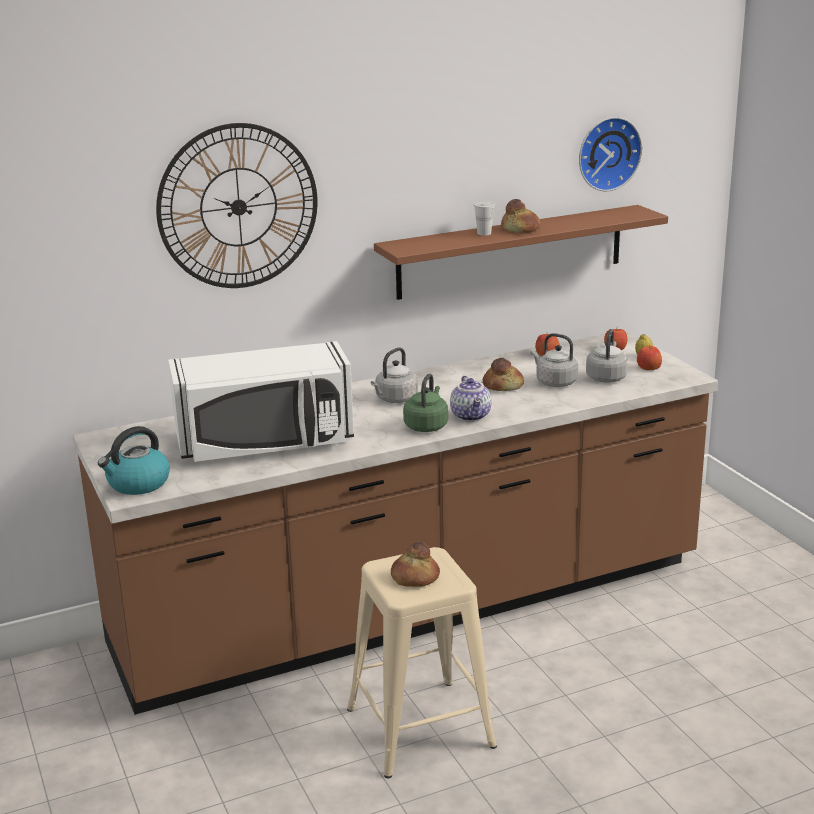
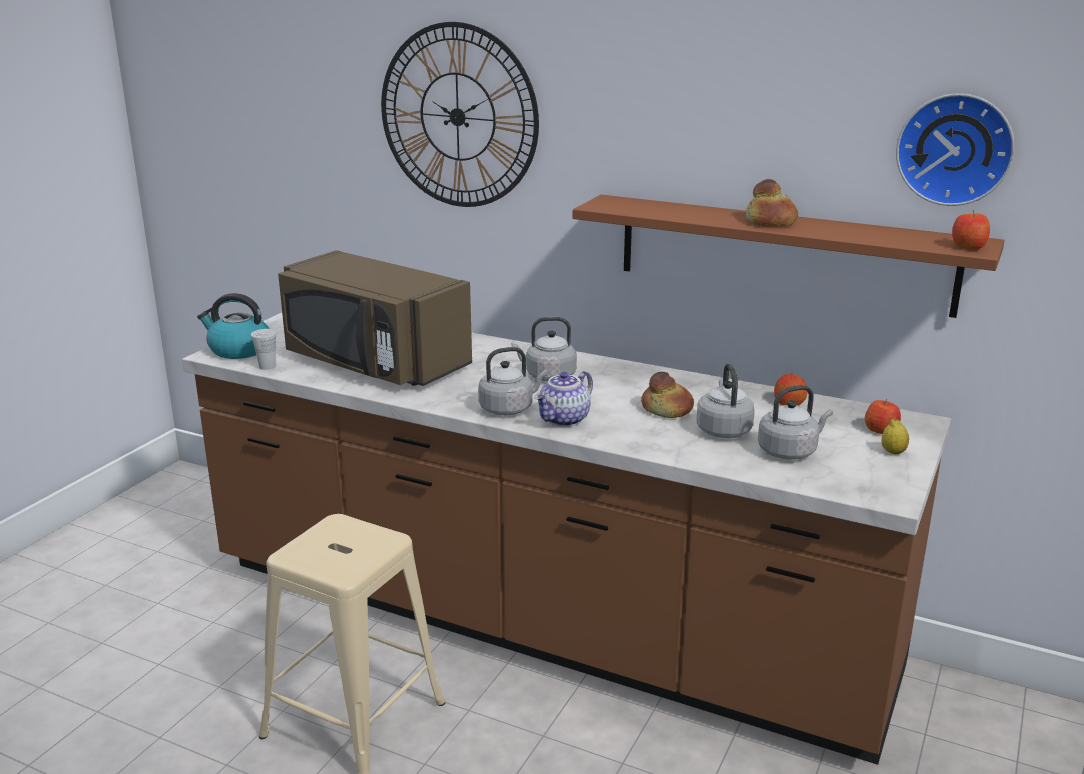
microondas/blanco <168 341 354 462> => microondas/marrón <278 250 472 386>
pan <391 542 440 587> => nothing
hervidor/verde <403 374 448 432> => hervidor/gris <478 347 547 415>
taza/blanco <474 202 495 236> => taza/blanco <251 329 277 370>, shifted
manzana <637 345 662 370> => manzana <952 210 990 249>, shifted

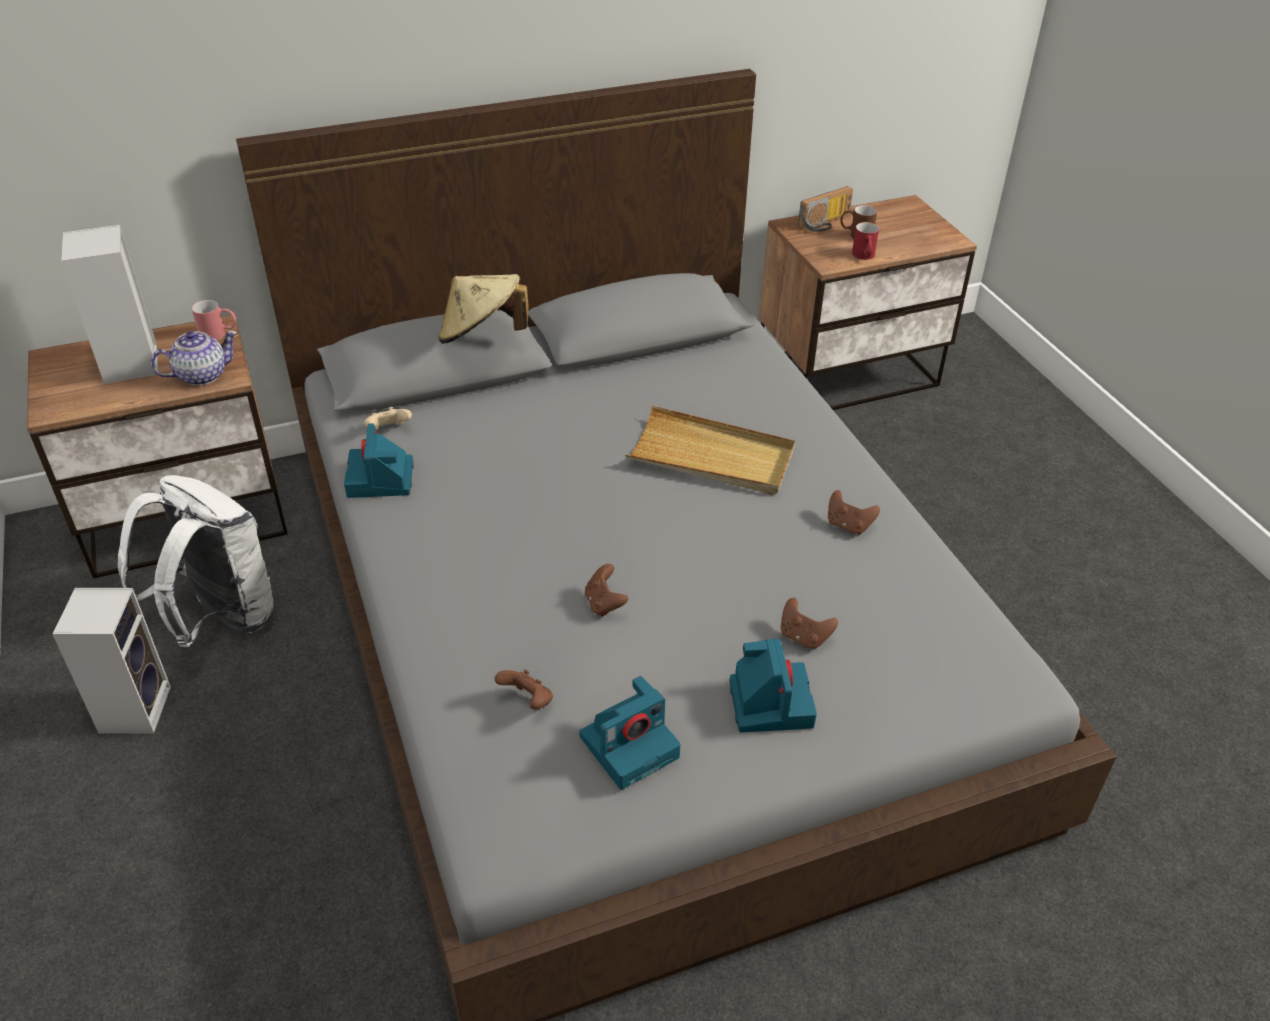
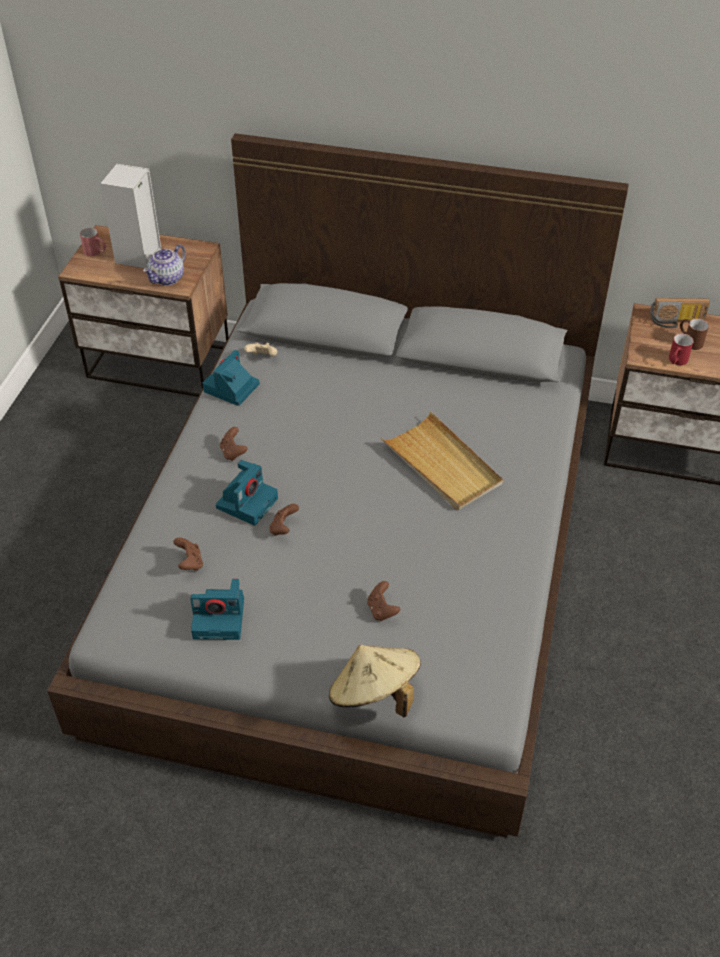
altavoz <52 588 171 734> => nothing
mochila/blanco <118 475 273 647> => nothing
tetera <151 330 238 386> => tetera <143 245 186 286>, 120 degrees clockwise
taza grande/rojo <192 300 236 340> => taza grande/rojo <80 228 106 256>, shifted
sombrero/beis <438 274 528 344> => sombrero/beis <329 644 421 718>, shifted
cámara <729 639 817 732> => cámara <216 460 278 526>, shifted
mando de consola/marrón <828 490 880 535> => mando de consola/marrón <220 427 247 461>, shifted

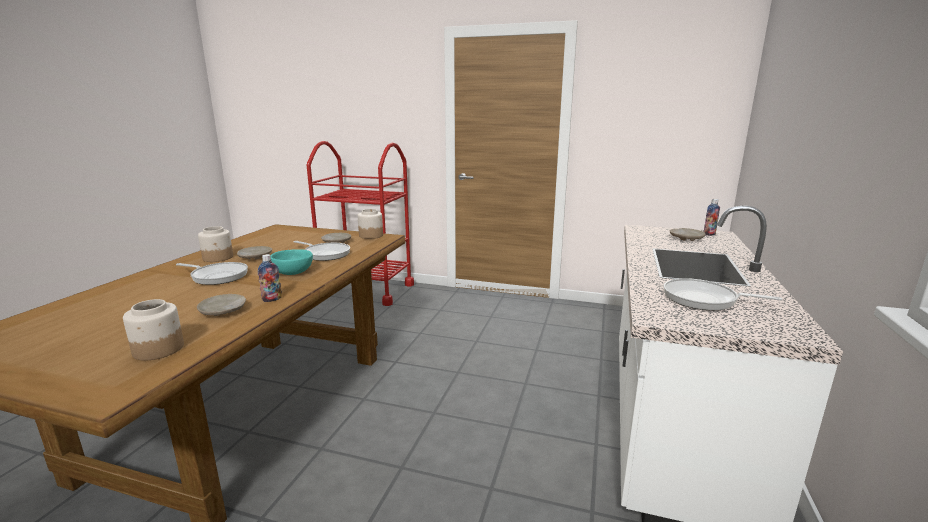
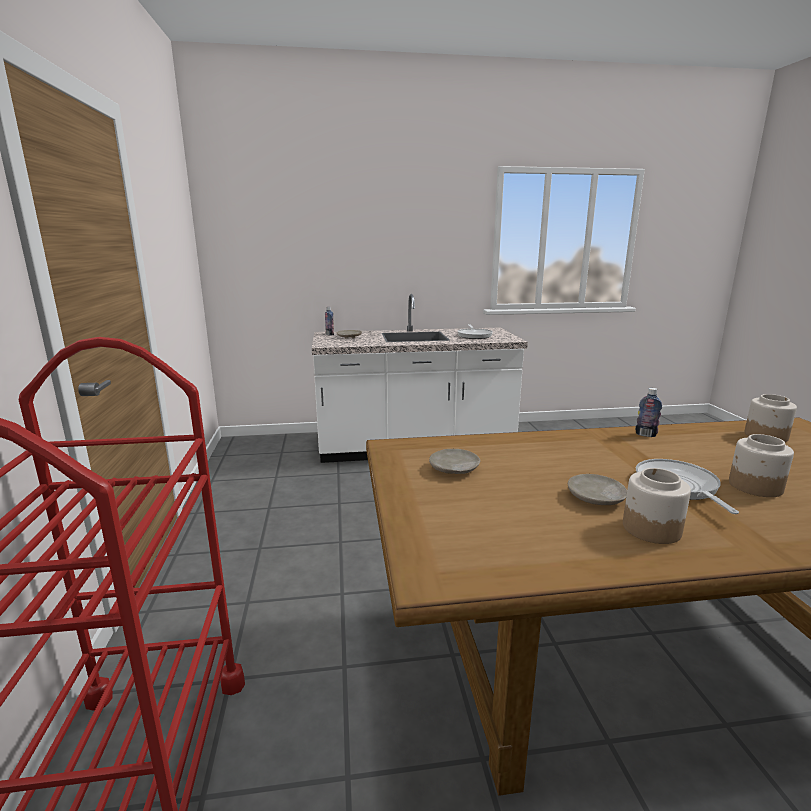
plato/beis <197 294 246 316> => nothing
cuenco/turquesa <270 249 313 275> => nothing
sartén <294 241 350 261> => nothing
tarro <358 209 383 239> => tarro <729 434 794 497>, shifted

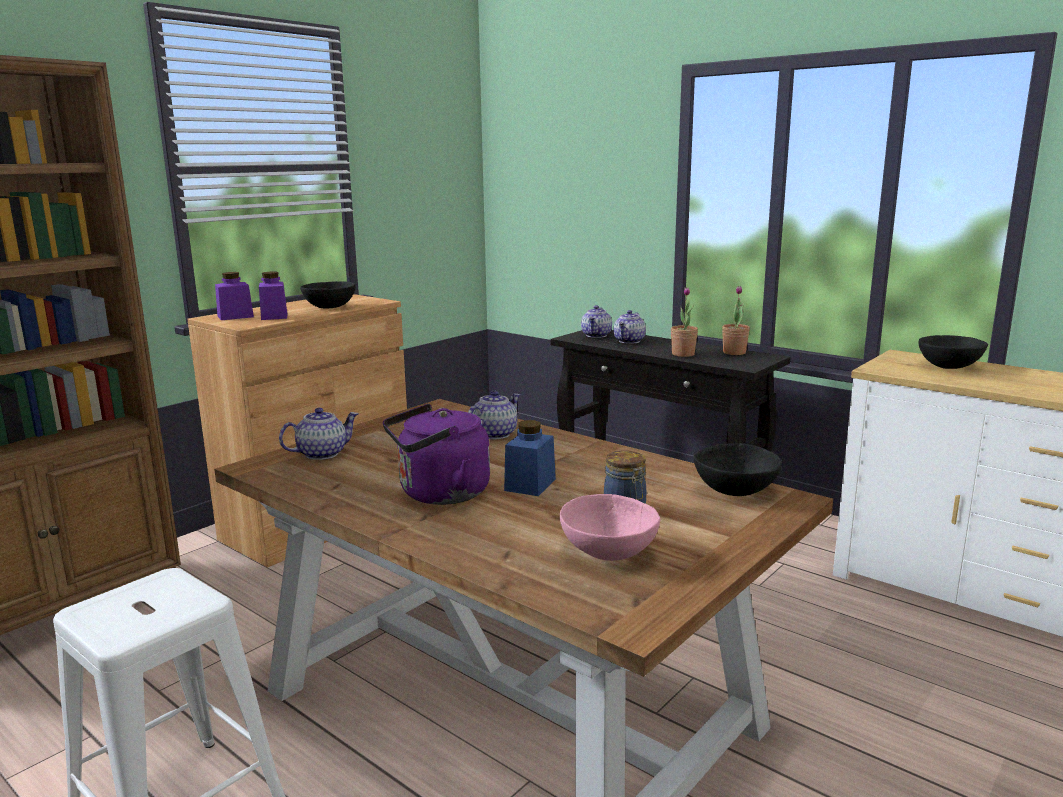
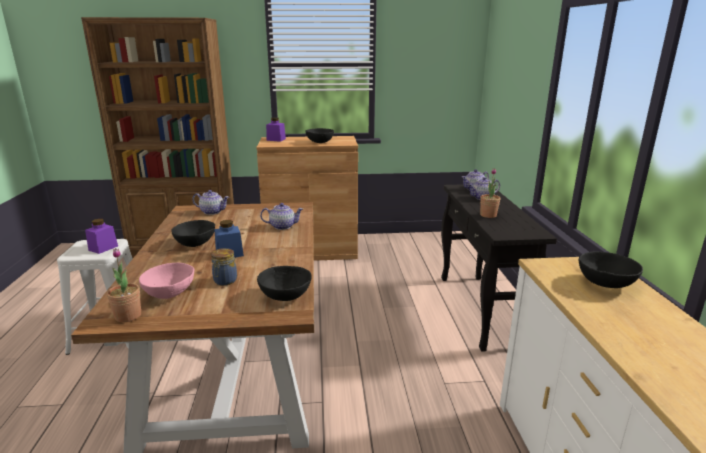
tarro/morado <259 272 287 320> => tarro/morado <85 219 118 254>, shifted
hervidor/morado <383 404 490 505> => cuenco/negro <171 220 215 247>
planta en maceta <722 286 750 355> => planta en maceta <107 248 141 323>, shifted

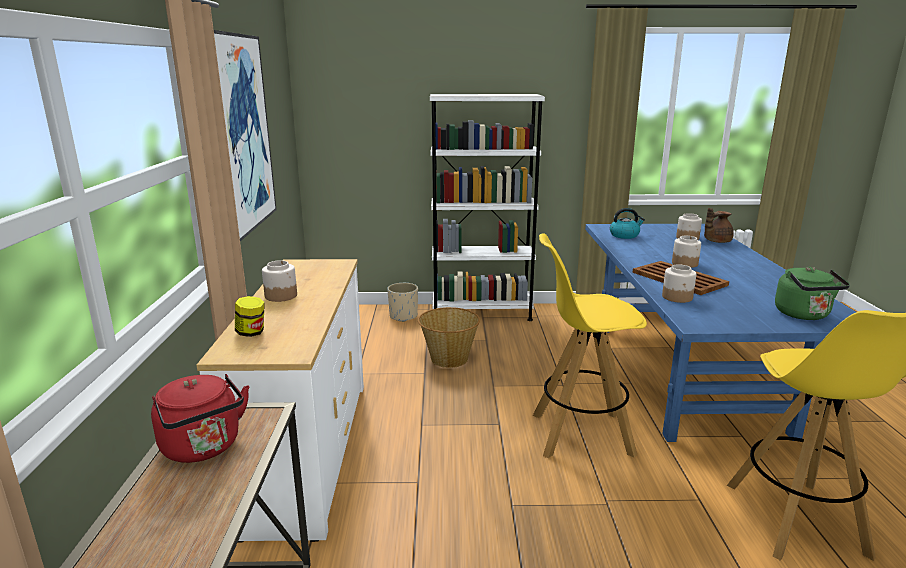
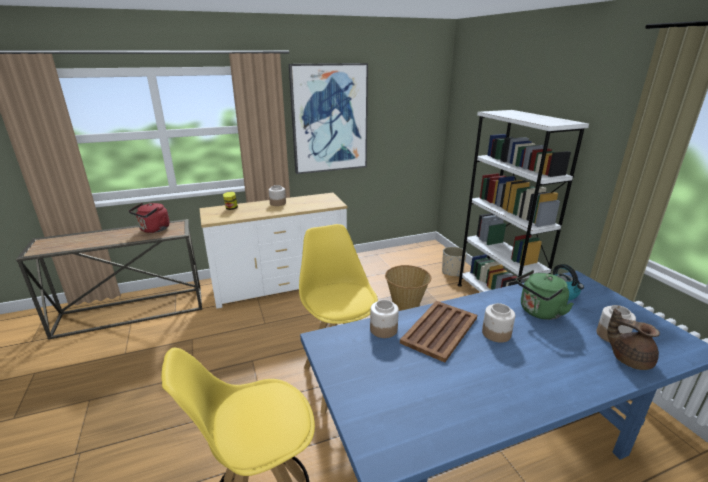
hervidor/verde <775 267 850 320> => hervidor/verde <516 270 573 320>, shifted

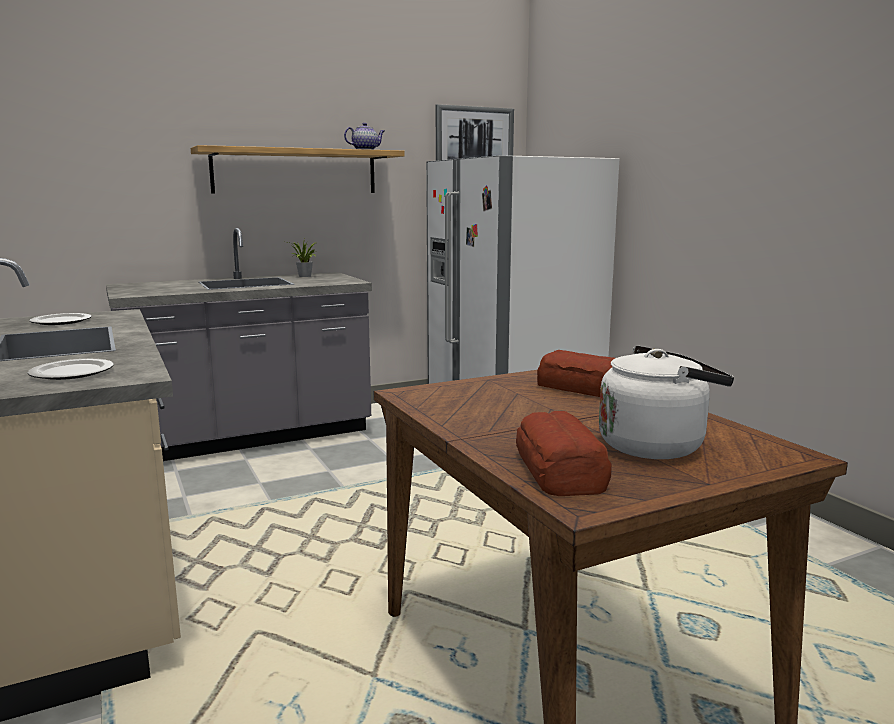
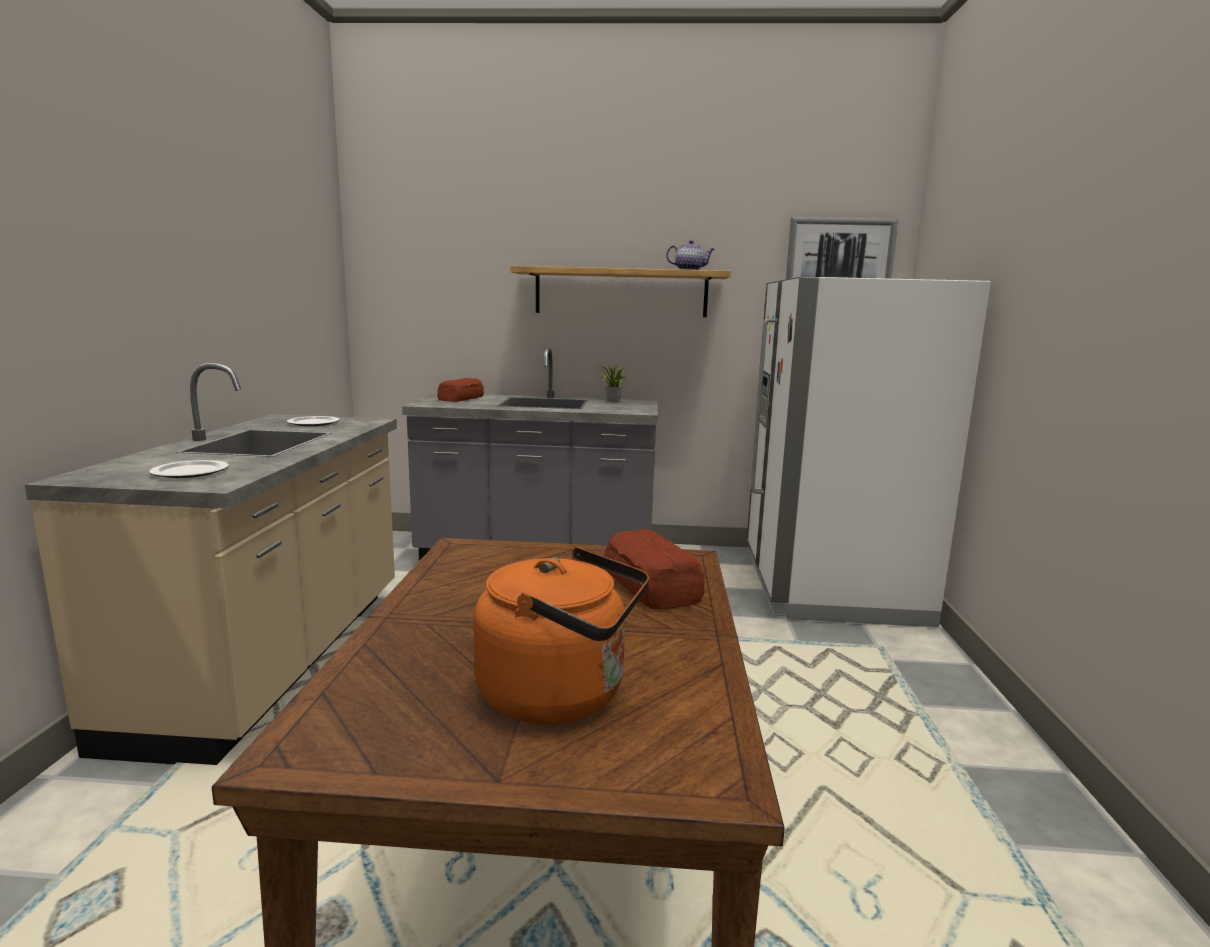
pan <516 411 612 496> => pan <437 378 484 402>, shifted
hervidor/blanco <599 346 734 459> => hervidor/naranja <474 547 649 724>

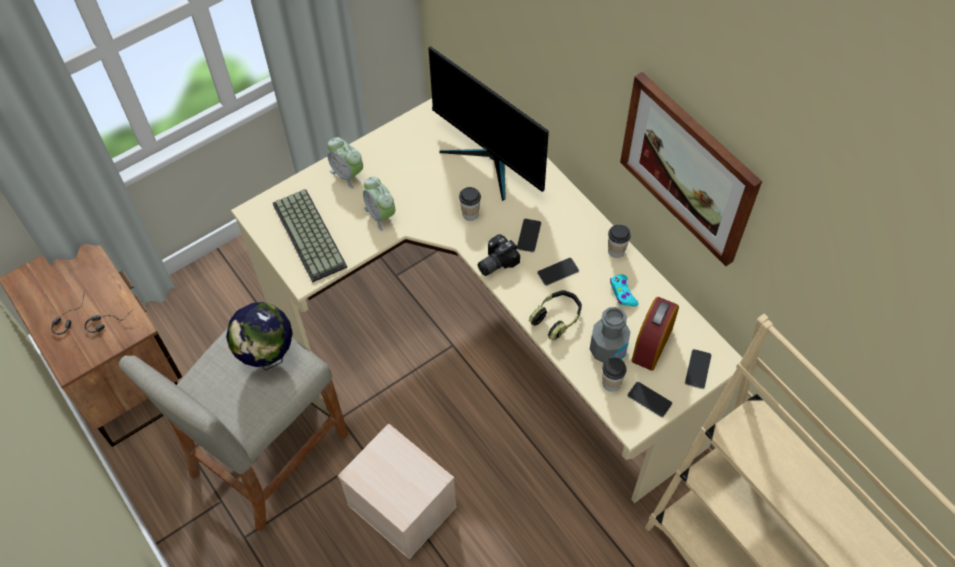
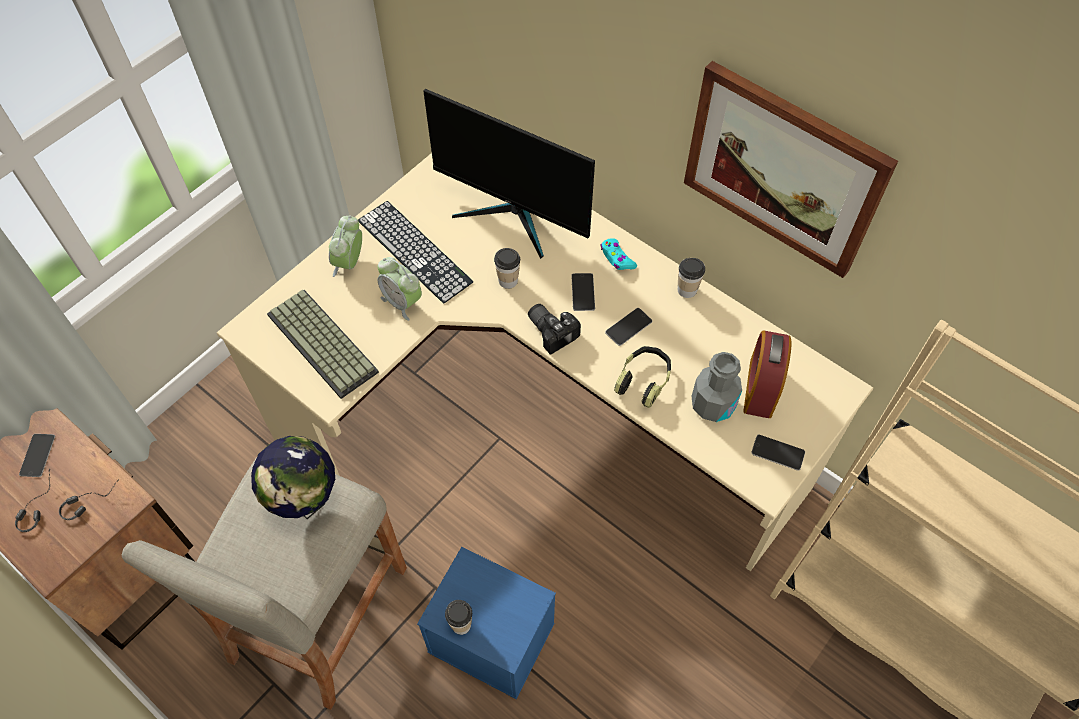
despertador <328 137 363 189> => despertador <329 216 362 277>, 75 degrees clockwise
caja de almacenaje/beis <338 423 457 560> => caja de almacenaje/azul <417 547 556 699>
cámara <478 234 520 276> => cámara <528 304 581 354>, 105 degrees clockwise
taza <602 357 627 392> => taza <445 600 472 635>, shifted
mando de consola/turquesa <610 274 639 307> => mando de consola/turquesa <601 238 637 270>, shifted
móvil <685 349 712 389> => móvil <19 434 55 477>, shifted
nothing => teclado <358 201 473 304>

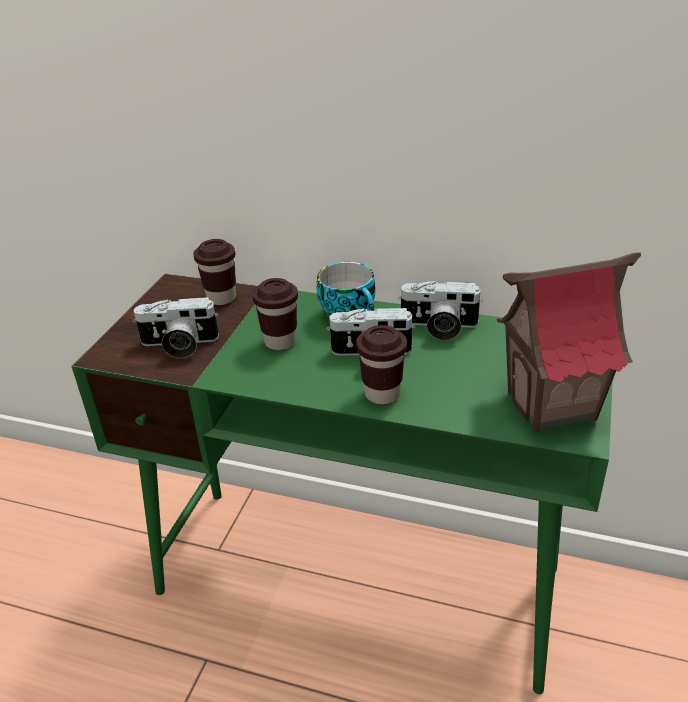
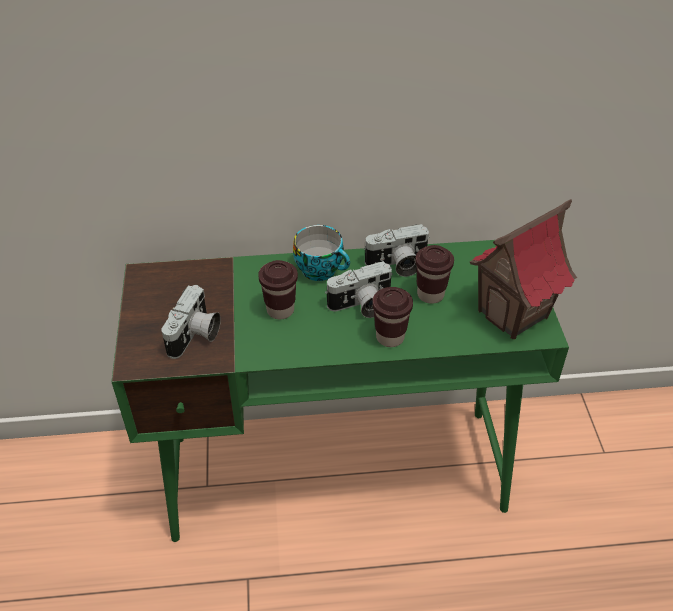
cámara <133 297 219 358> => cámara <162 285 221 359>, 45 degrees counterclockwise
taza/marrón <193 239 236 305> => taza/marrón <415 245 454 304>, shifted

